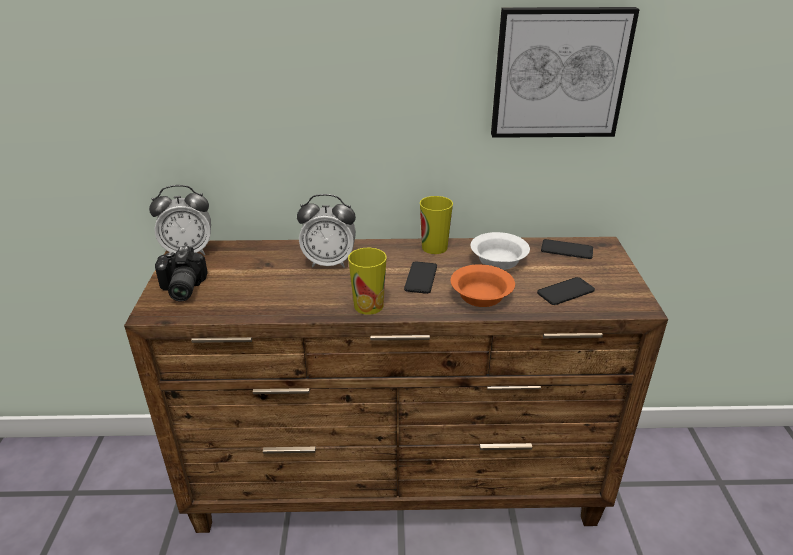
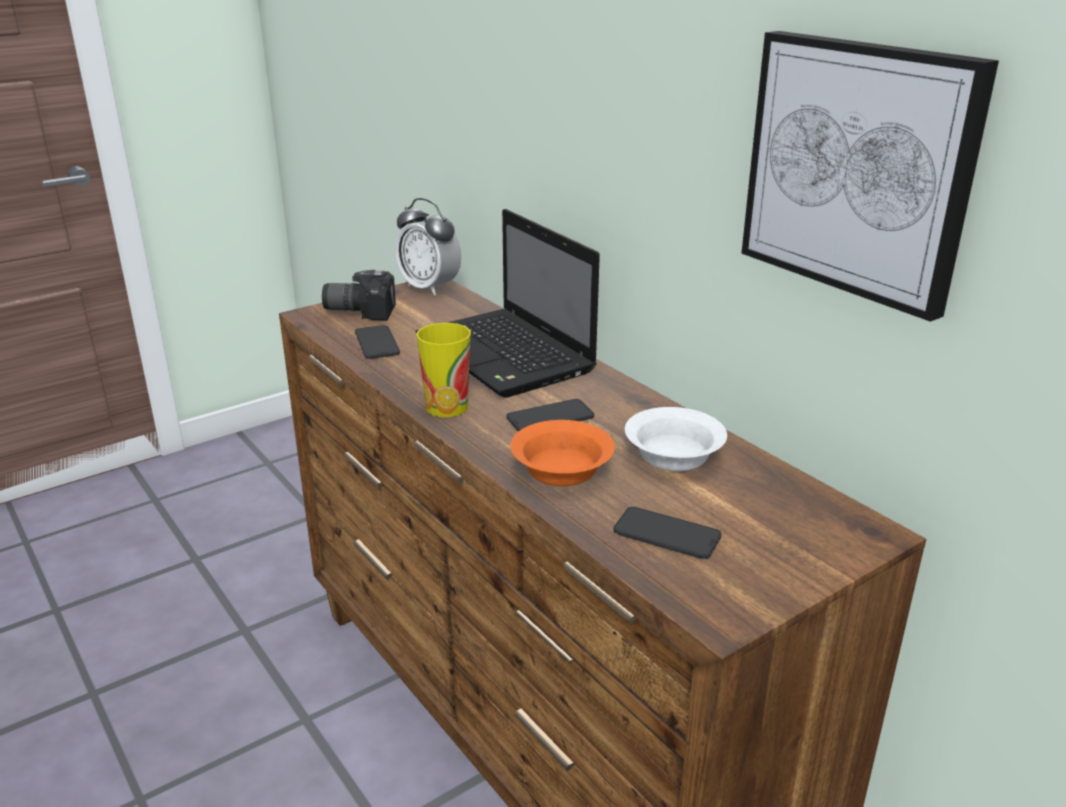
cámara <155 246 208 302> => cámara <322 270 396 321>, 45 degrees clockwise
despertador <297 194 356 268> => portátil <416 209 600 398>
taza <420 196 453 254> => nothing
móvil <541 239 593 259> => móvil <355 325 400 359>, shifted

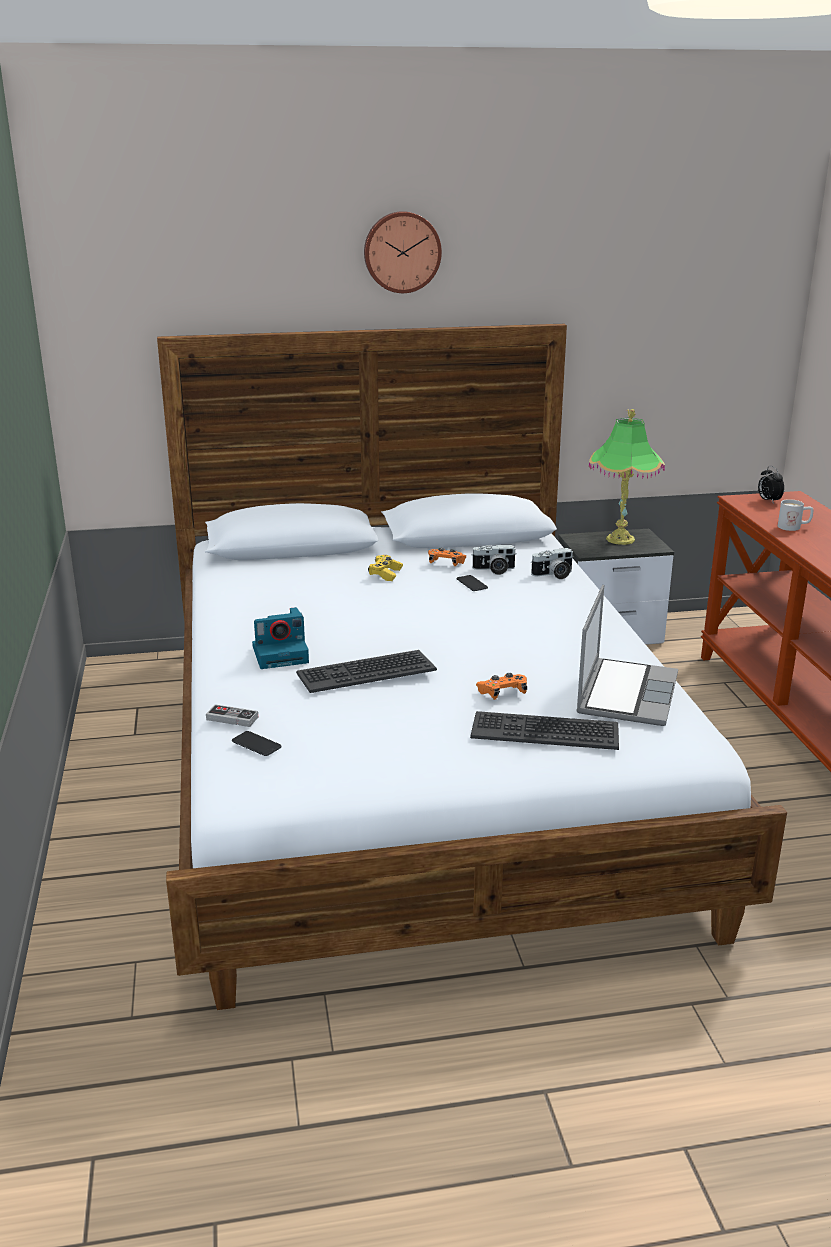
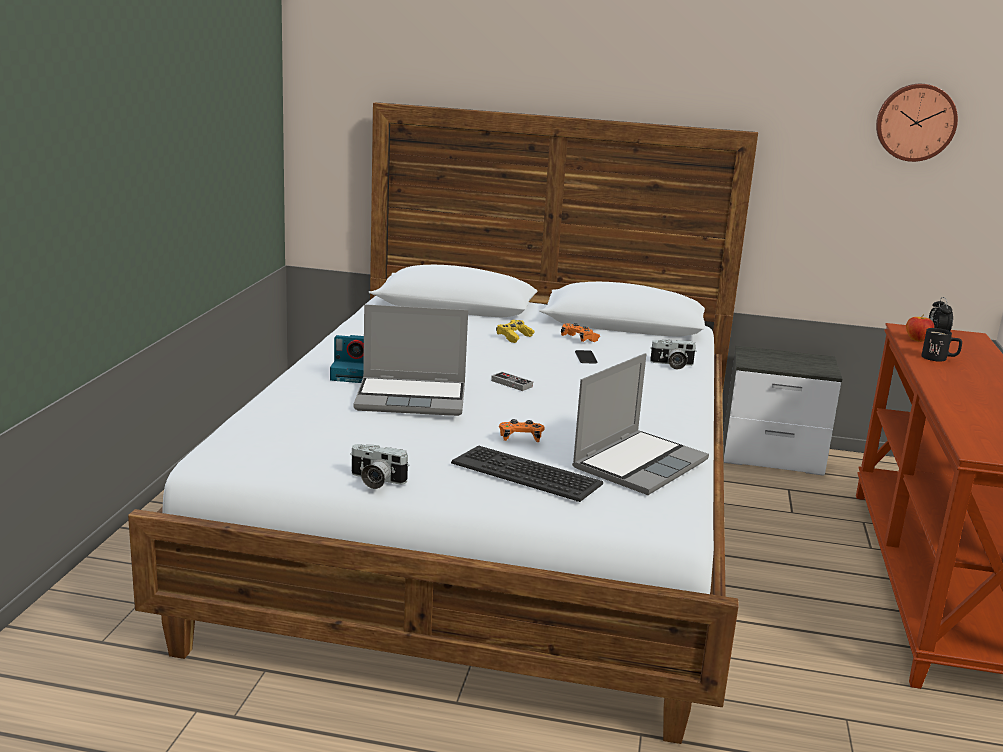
mando de consola <206 704 258 727> => mando de consola <491 372 533 391>, shifted
móvil <232 731 282 756> => nothing
teclado <296 650 437 693> => portátil <354 304 468 416>
reloj de pared <364 211 442 293> => reloj de pared <876 84 958 162>, shifted
cámara <471 545 517 575> => cámara <350 444 409 489>, shifted
lámpara de mesa <589 409 665 545> => nothing
taza grande/blanco <778 499 813 531> => taza grande/negro <921 328 962 362>
nothing => manzana <906 314 934 342>

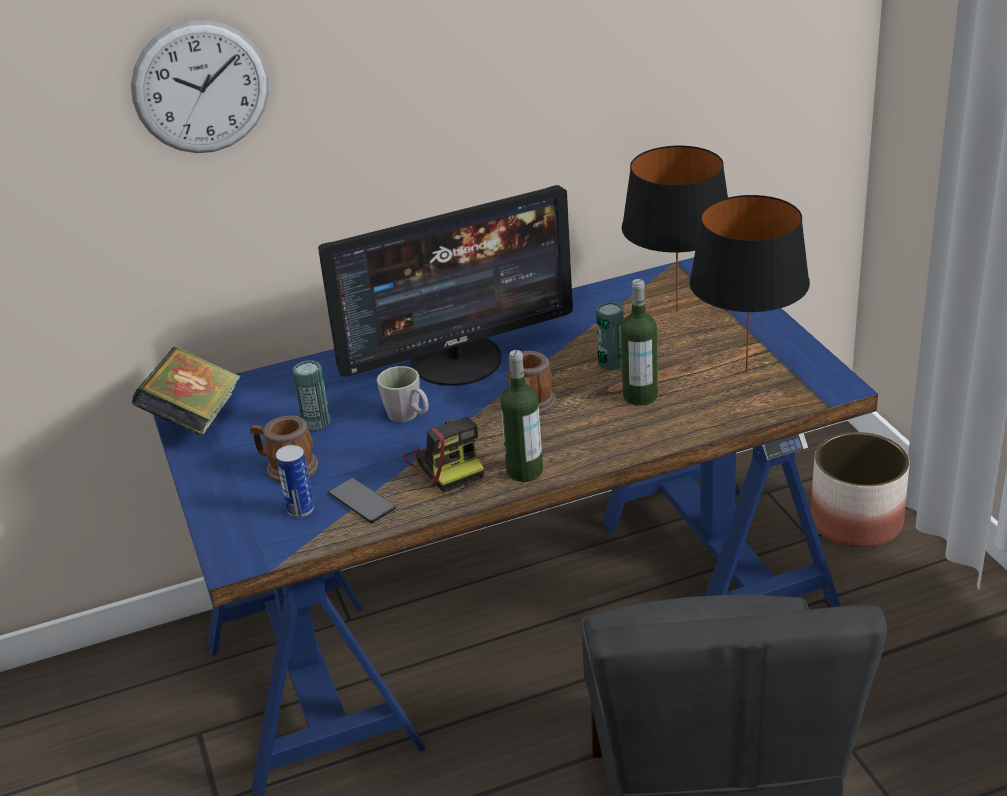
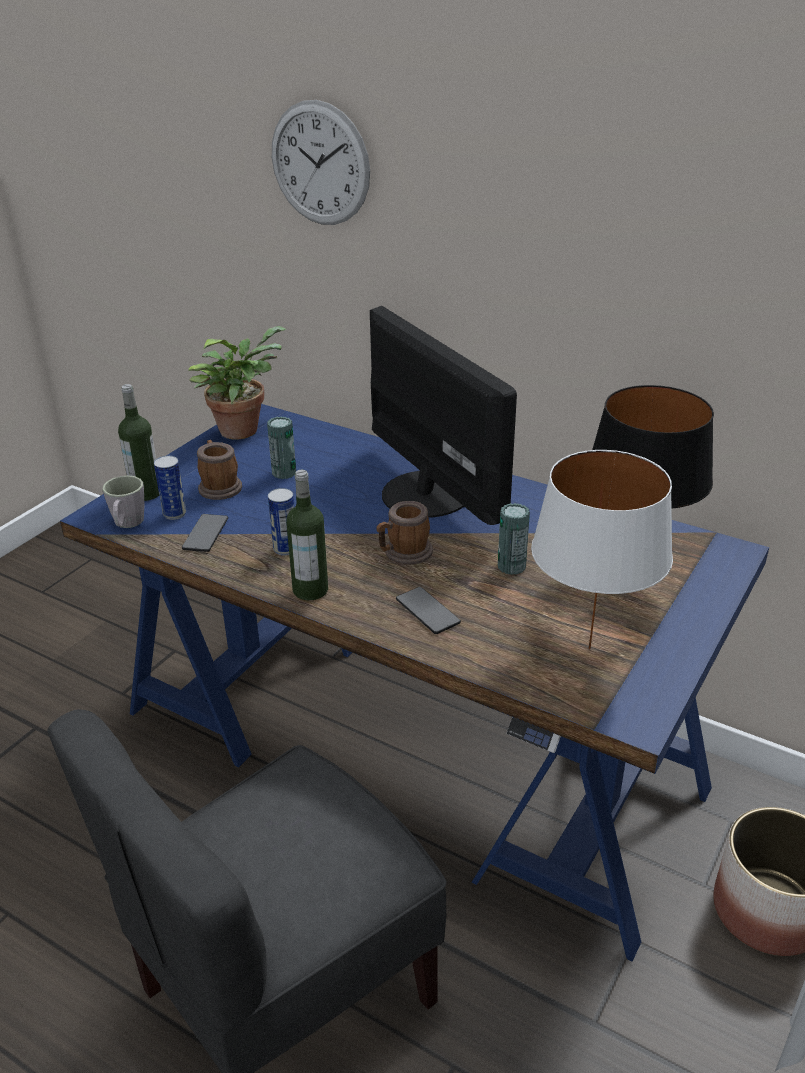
libro <132 347 240 436> => planta en maceta <188 326 287 440>
monitor <318 185 573 386> => monitor <370 306 517 525>, 150 degrees counterclockwise
taza grande/gris <377 366 429 422> => taza grande/gris <102 475 144 528>, shifted
cámara <403 417 484 493> => lata <268 488 294 556>
botella <621 279 658 406> => botella <118 384 159 501>, shifted
lámpara de mesa/negro <689 195 810 373> => lámpara de mesa/blanco <531 450 673 649>
nothing => móvil <396 587 461 634>

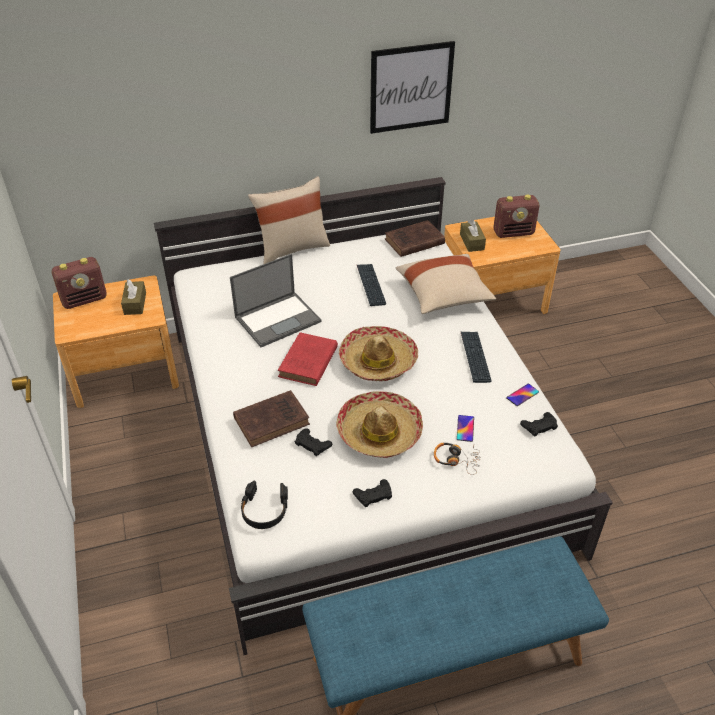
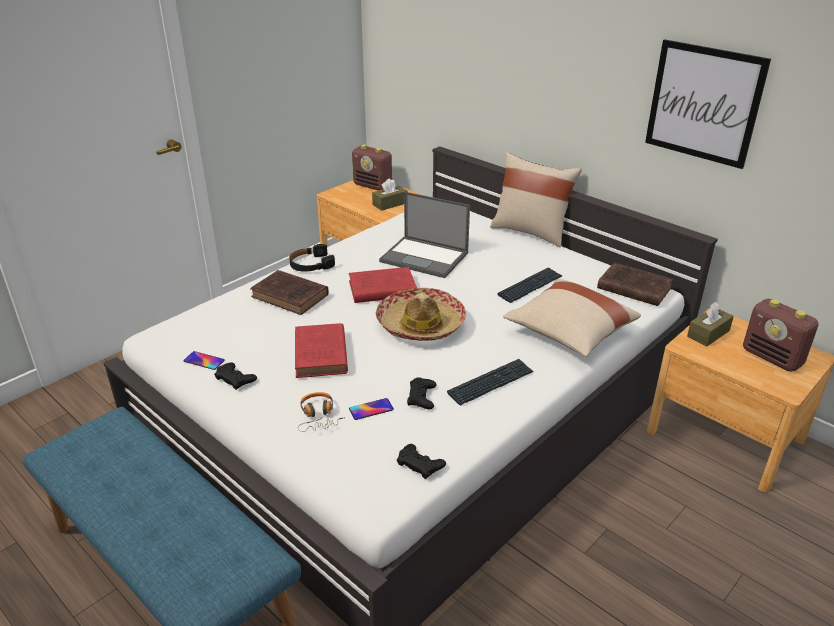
auriculares/negro <241 480 288 529> => auriculares/negro <289 244 335 272>, shifted
mando de consola/negro <295 428 332 456> => mando de consola/negro <407 377 437 409>, shifted
sombrero <336 391 423 458> => libro/rojo <295 323 348 378>
móvil <506 384 539 406> => móvil <183 351 225 370>, shifted

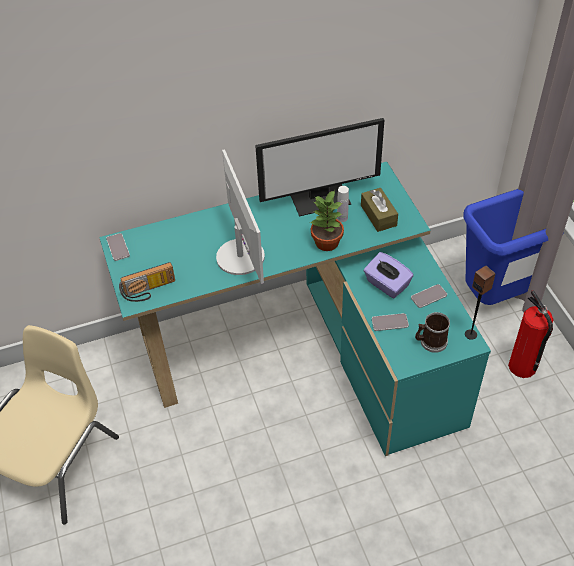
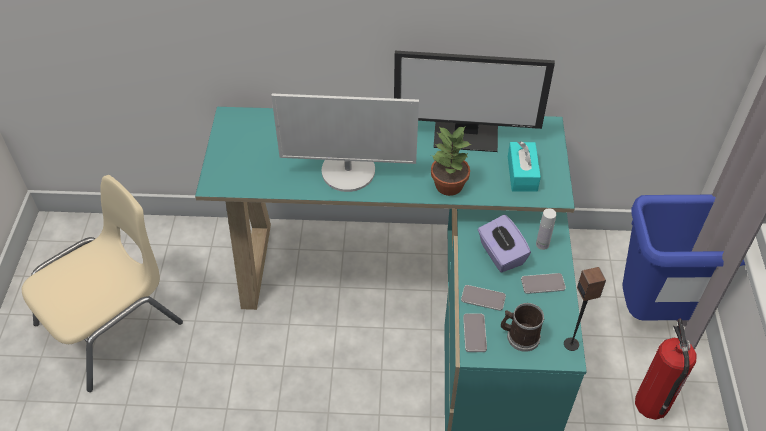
móvil <106 233 130 261> => móvil <463 314 487 352>, shifted
radio <119 262 175 302> => nothing
monitor <216 149 265 284> => monitor <271 94 419 192>, 90 degrees clockwise
botella/blanco <337 186 349 222> => botella/blanco <536 208 556 250>, shifted
caja de pañuelos/marrón <361 188 398 232> => caja de pañuelos/turquesa <508 141 541 192>

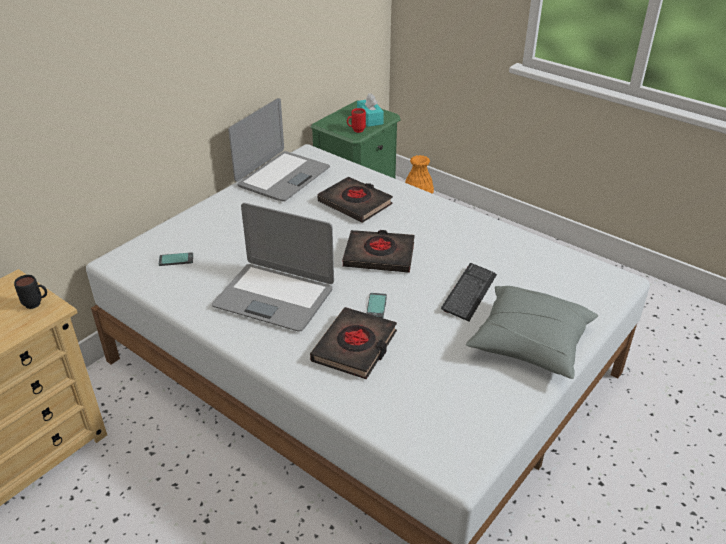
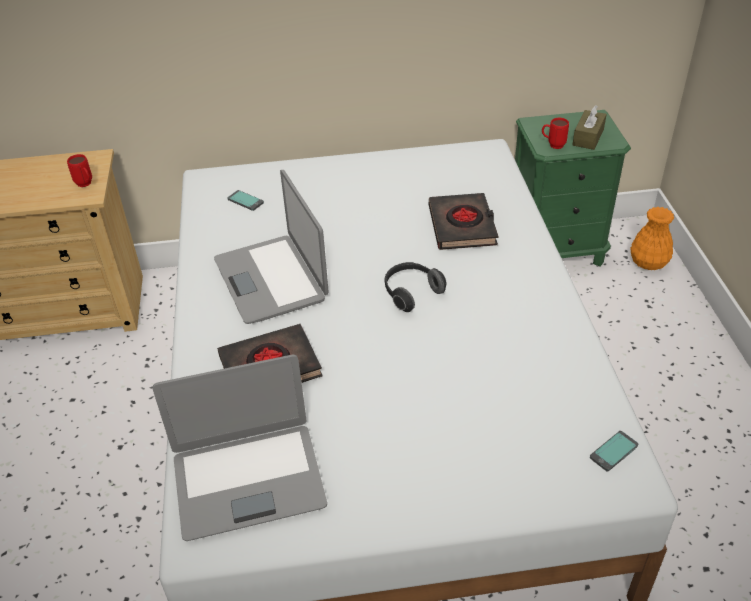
taza grande/negro <14 275 47 309> => taza grande/rojo <67 154 92 187>
portátil <228 98 330 201> => portátil <153 355 327 541>, shifted
libro/negro <343 230 415 273> => auriculares <385 262 447 312>
caja de pañuelos/turquesa <357 93 384 127> => caja de pañuelos/marrón <572 105 607 150>
móvil <367 293 387 318> => móvil <590 431 638 471>, shifted
teclado <441 263 497 321> => nothing
cojín/gris <466 286 598 379> => nothing

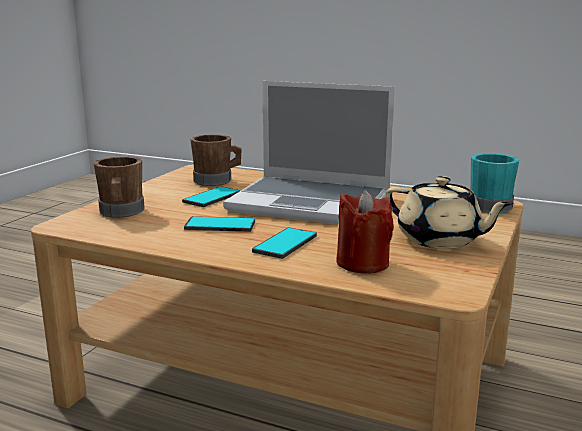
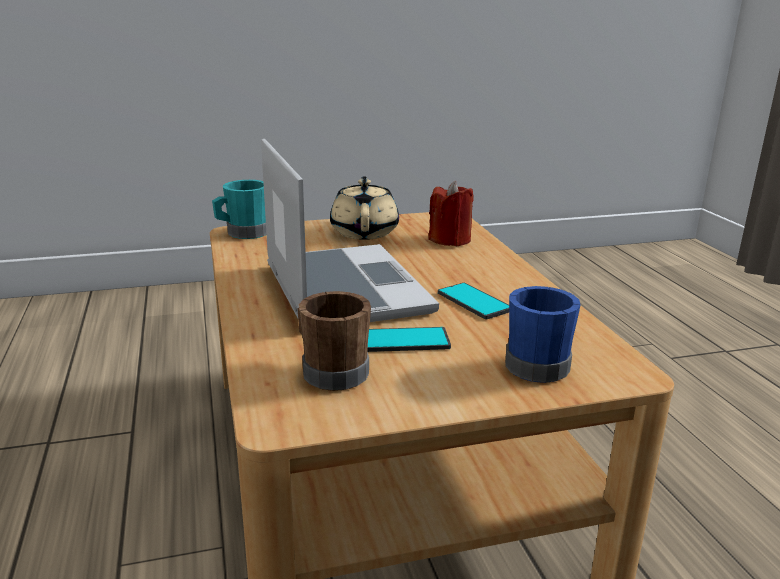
taza grande/marrón <93 156 145 217> => taza grande/azul <505 286 581 383>
móvil <252 228 317 259> => nothing

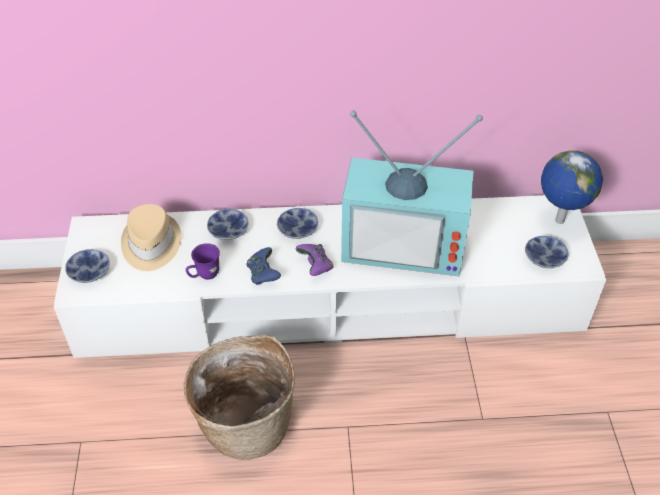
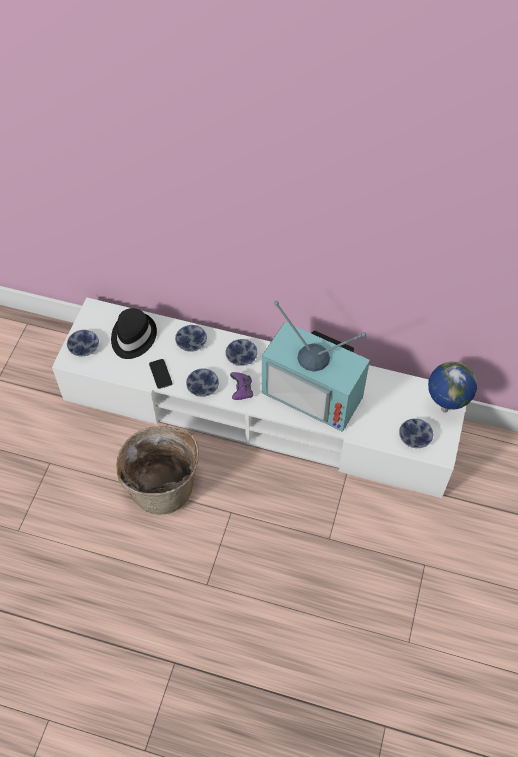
sombrero/beis <121 204 181 271> => sombrero/negro <111 308 157 359>
taza grande/morado <186 243 220 280> => móvil <149 359 173 389>
mando de consola/azul <247 247 281 285> => cuenco <186 368 219 397>

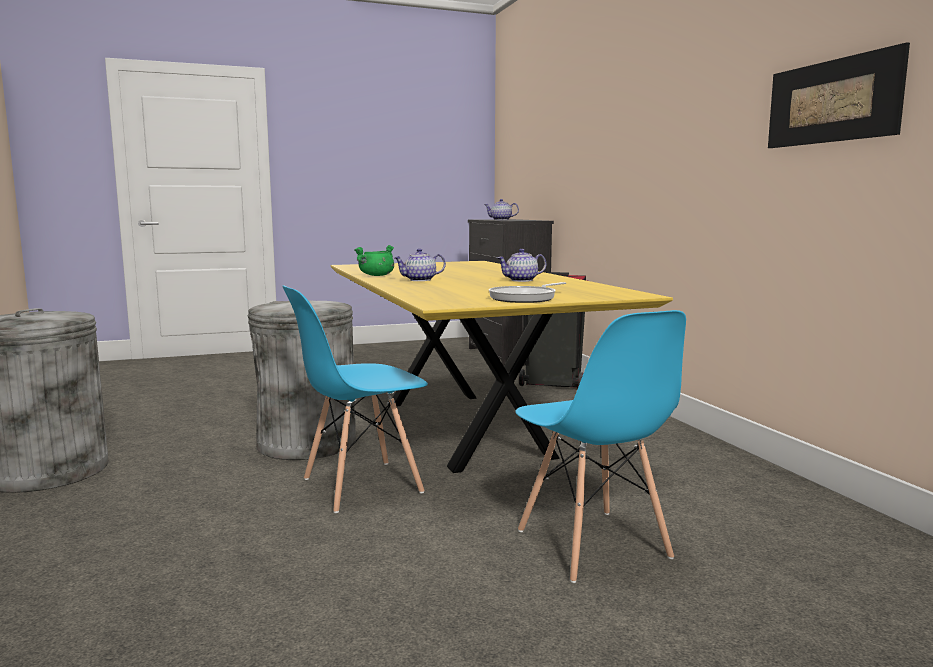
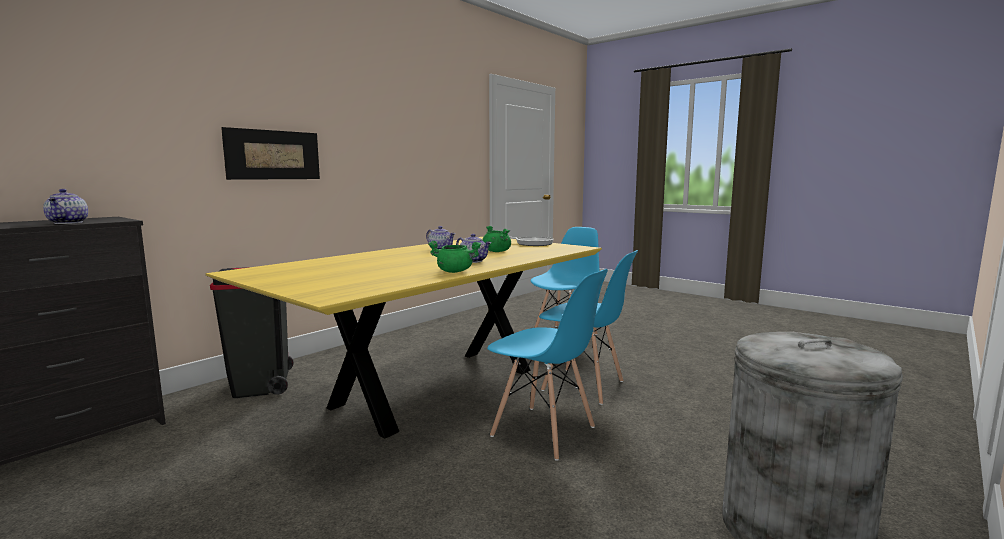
papelera/gris <248 300 356 460> => silla/azul <487 269 608 461>
cuadro <768 42 910 148> => cuadro <221 127 320 180>, shifted
nothing => olla/verde <482 226 511 252>

